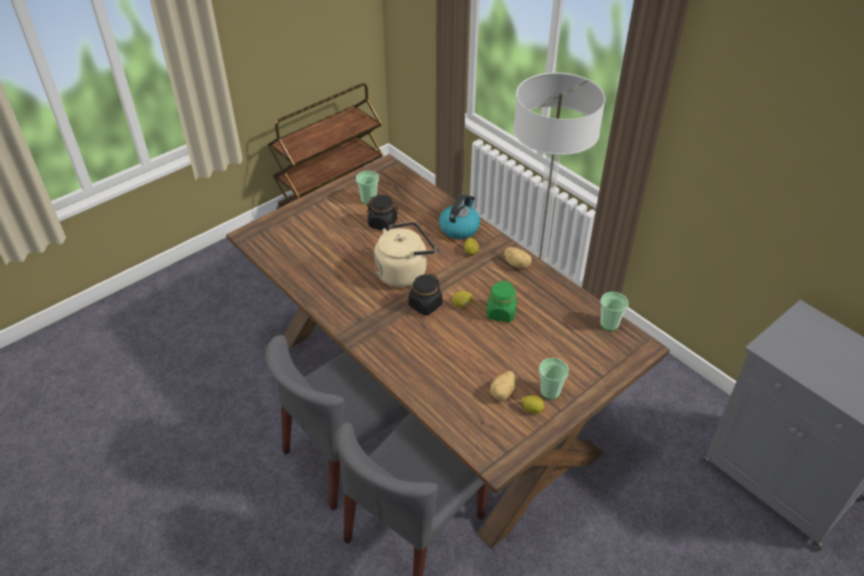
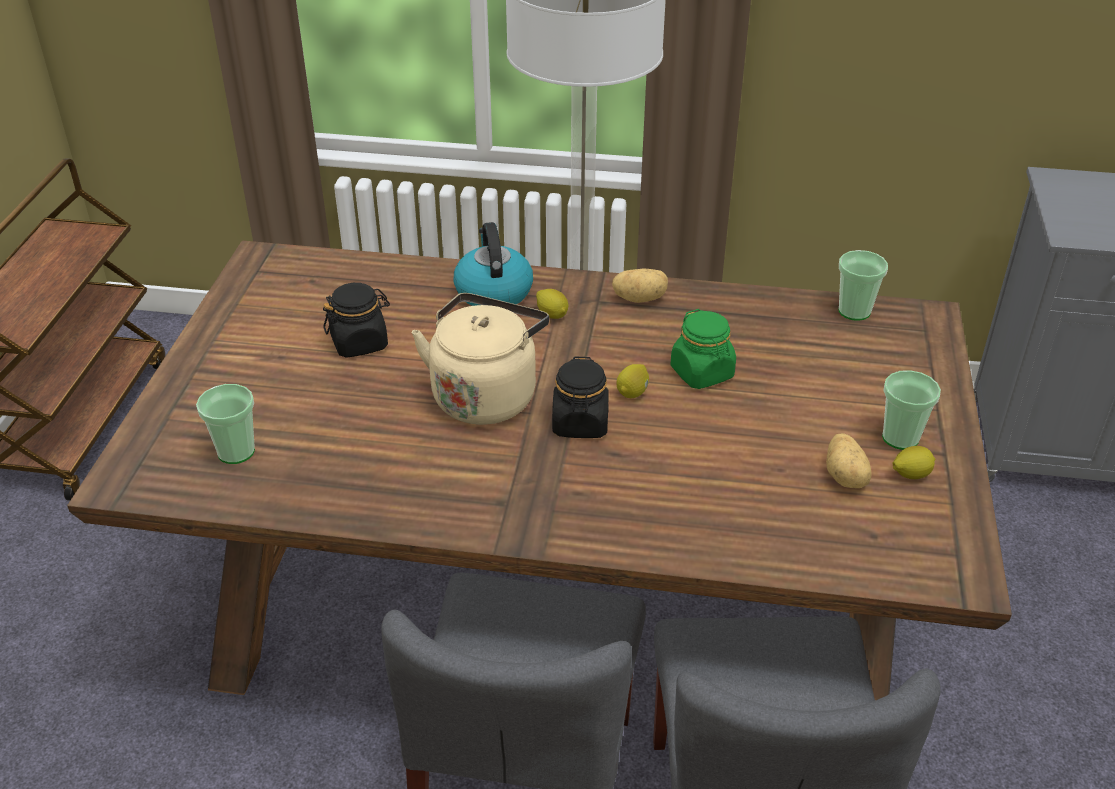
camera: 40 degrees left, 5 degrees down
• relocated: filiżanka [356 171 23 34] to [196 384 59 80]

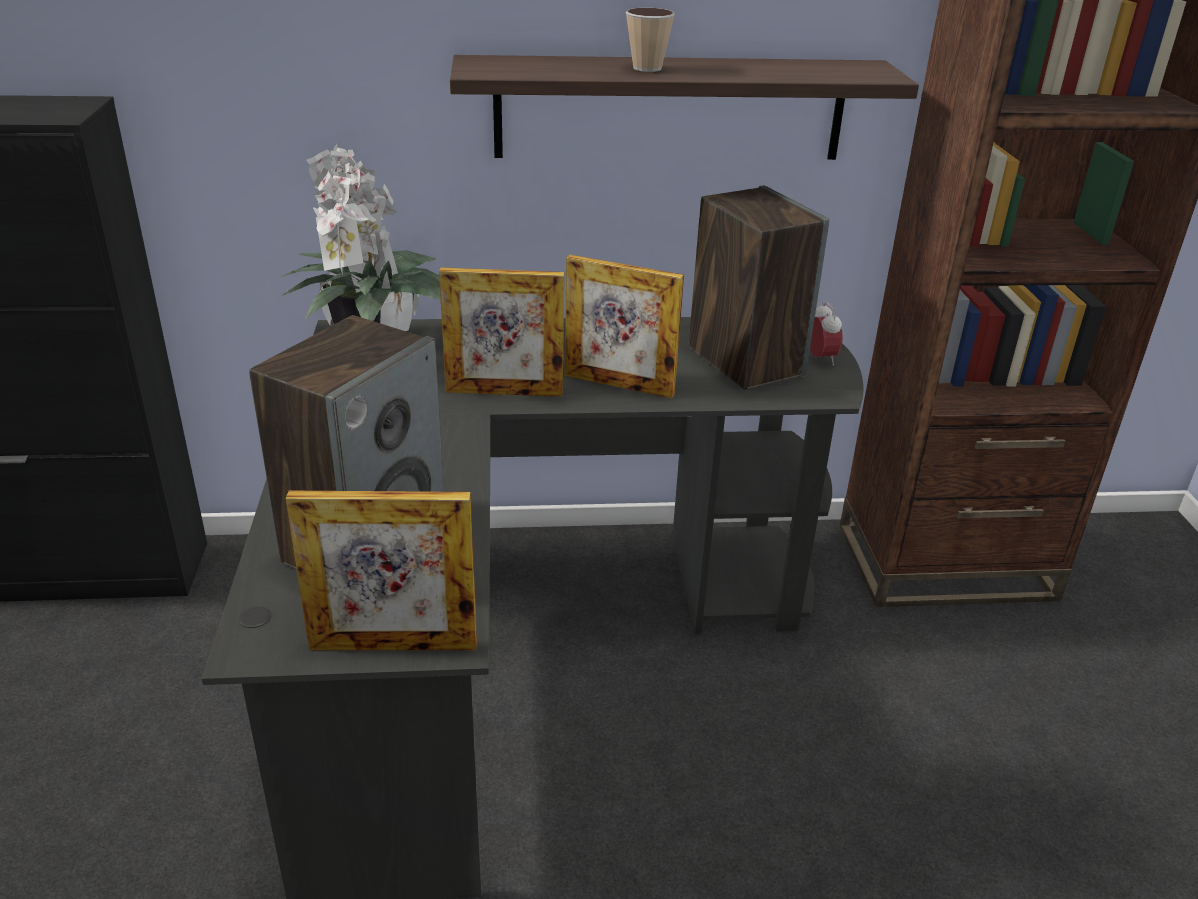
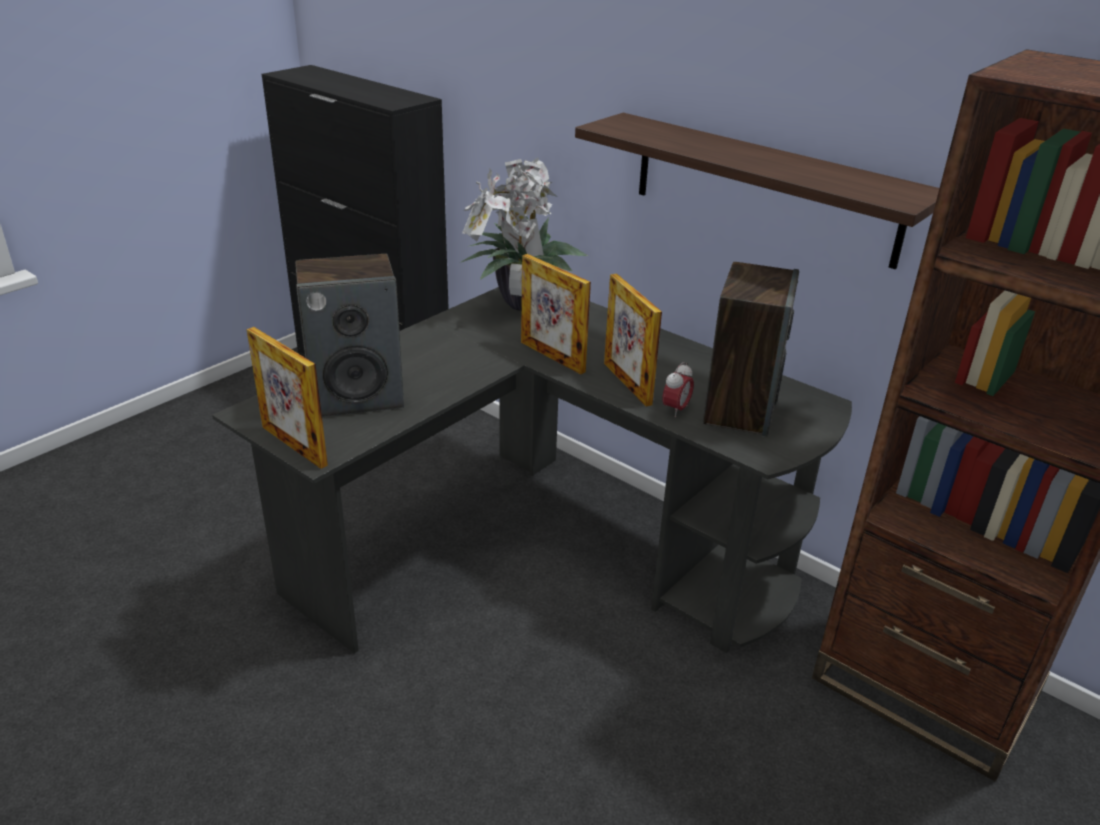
camera: 45 degrees right, 0 degrees up
• missing: filiżanka [626 8 49 64]
• relocated: budzik [810 302 33 64] to [663 362 31 55]

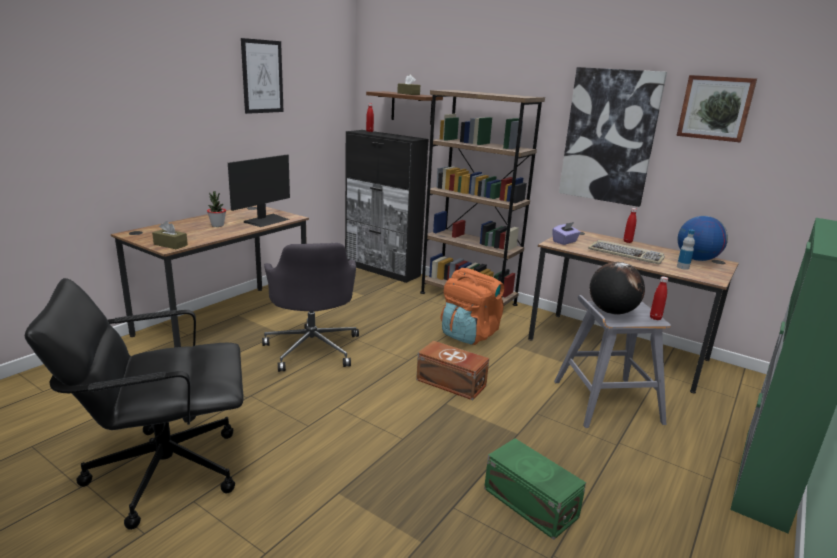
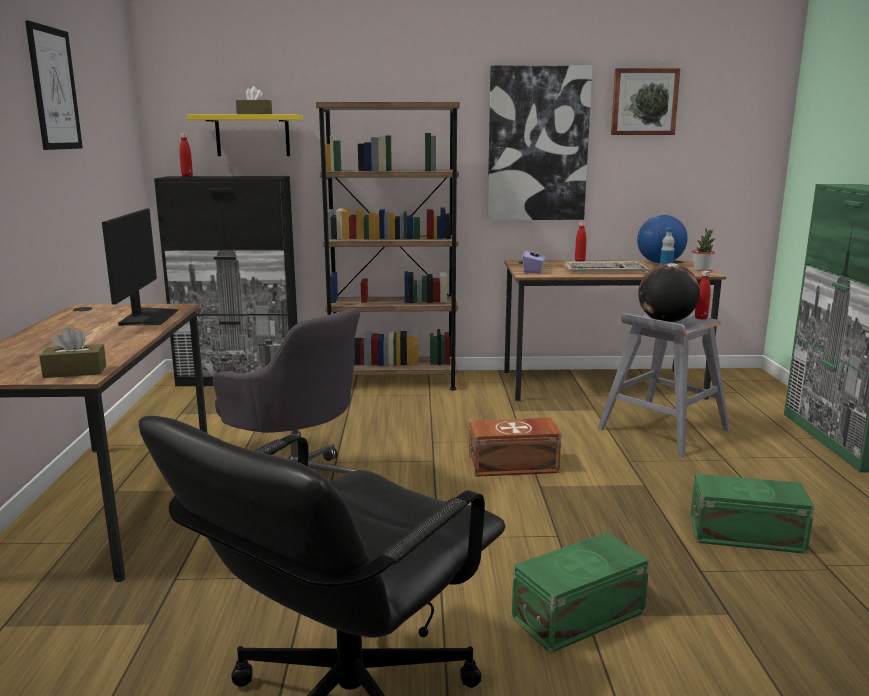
camera: 35 degrees left, 5 degrees down
• colour: półka/brązowy [366 91 77 34] to półka/żółty [187 114 116 42]
• relocated: roślina doniczkowa [207 191 19 36] to [692 228 23 43]
• missing: plecak/pomarańczowy [441 268 63 77]
• appeared: pojemnik do przechowywania/zielony [512 532 138 122]

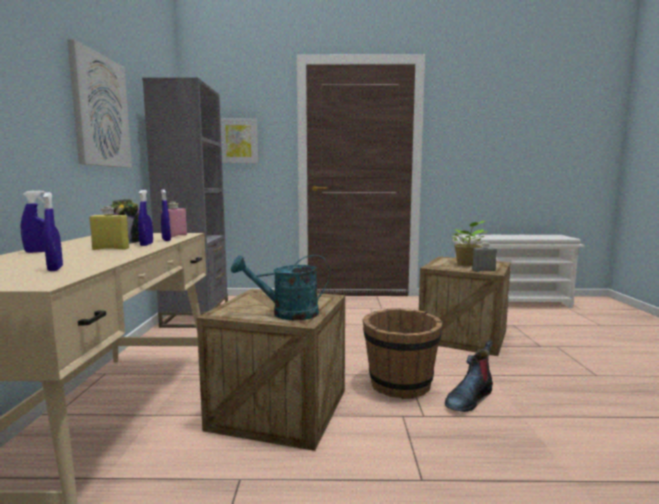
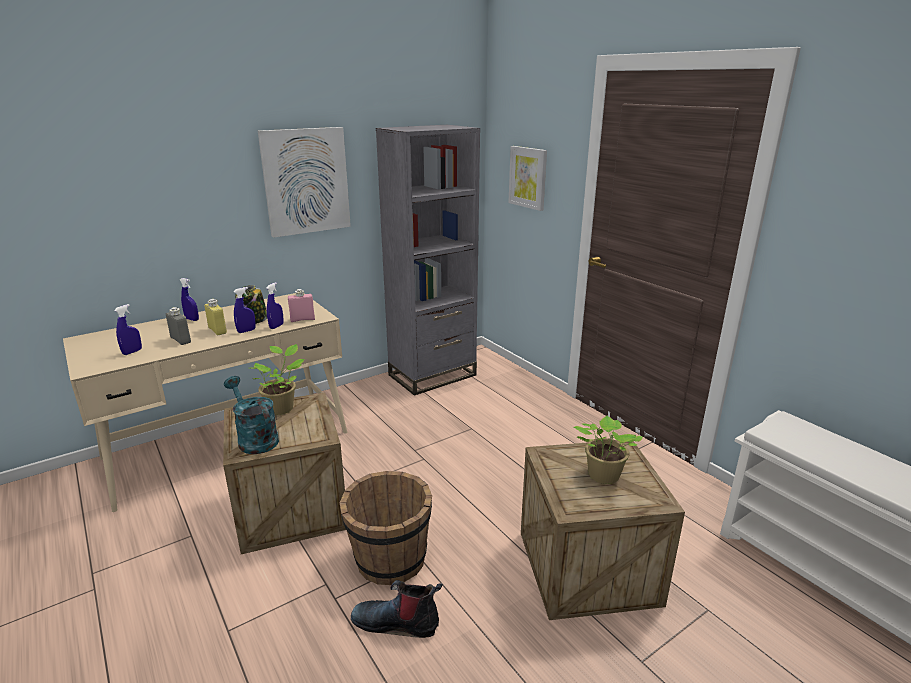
camera: 55 degrees right, 15 degrees up
• relocated: butelka/szary [472 242 25 30] to [166 307 25 38]
• appeared: roślina doniczkowa [251 344 54 71]

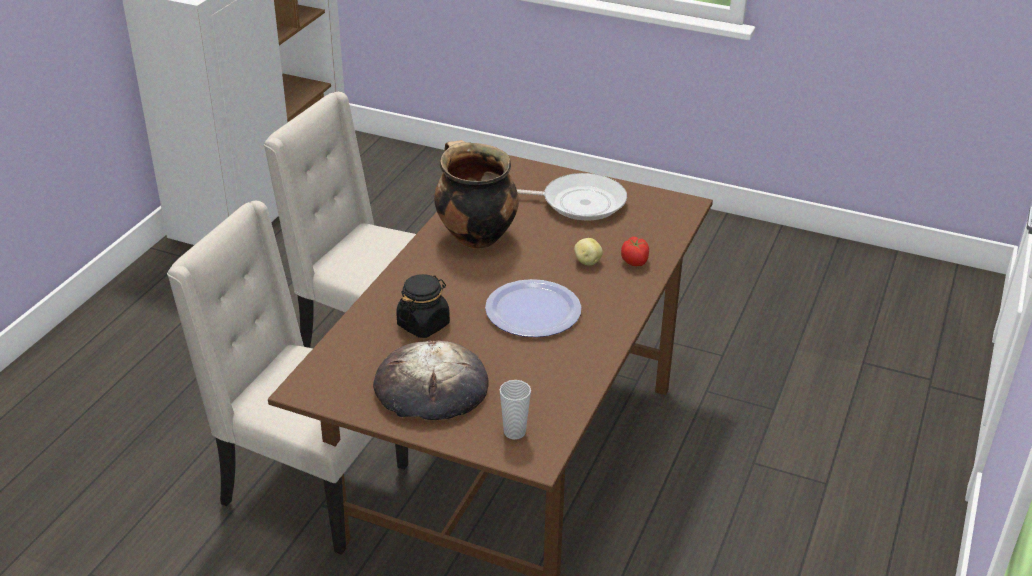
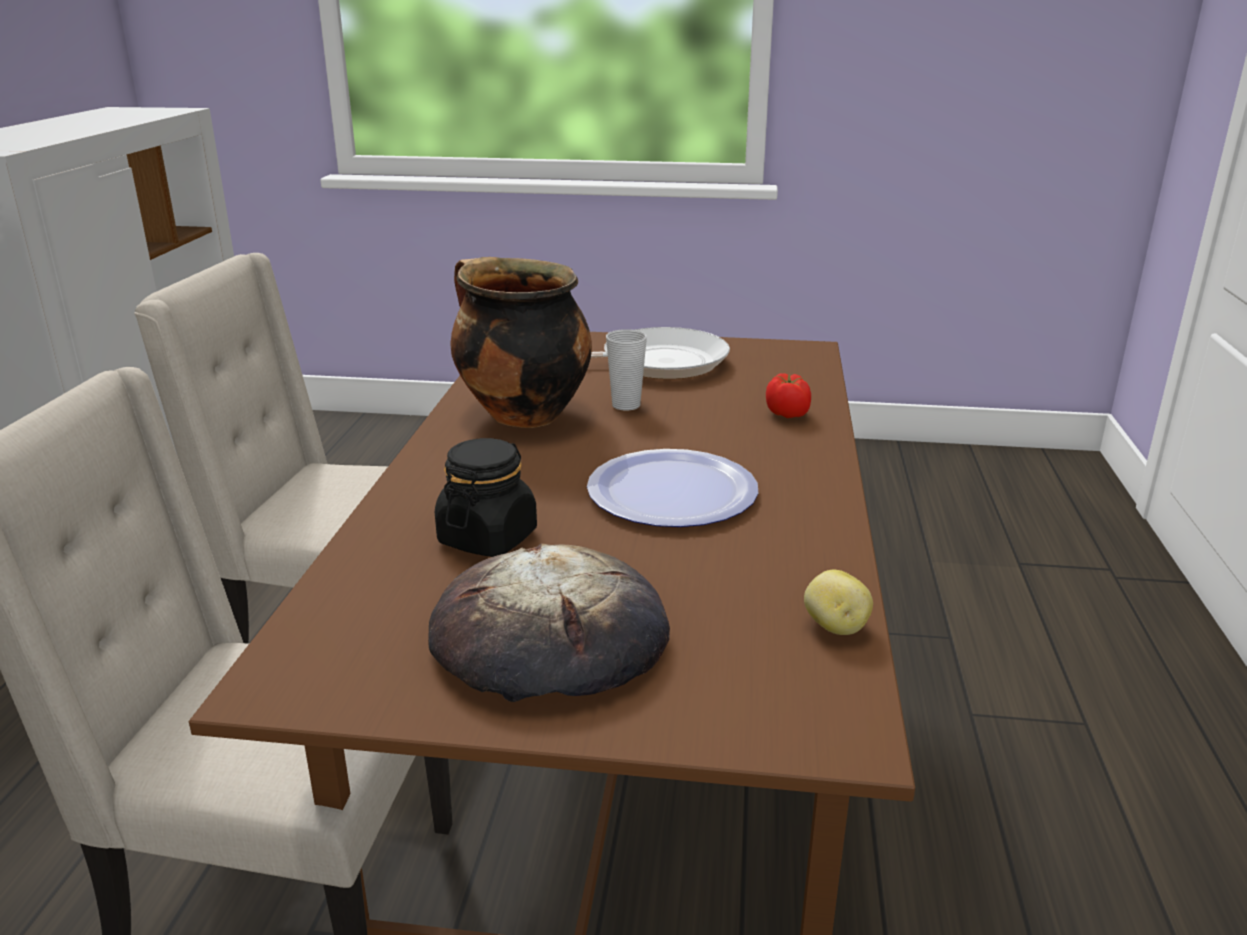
camera: 15 degrees left, 10 degrees down
• relocated: ziemniak [574 238 29 27] to [804 570 69 65]
• relocated: filiżanka [500 380 31 60] to [606 329 41 81]

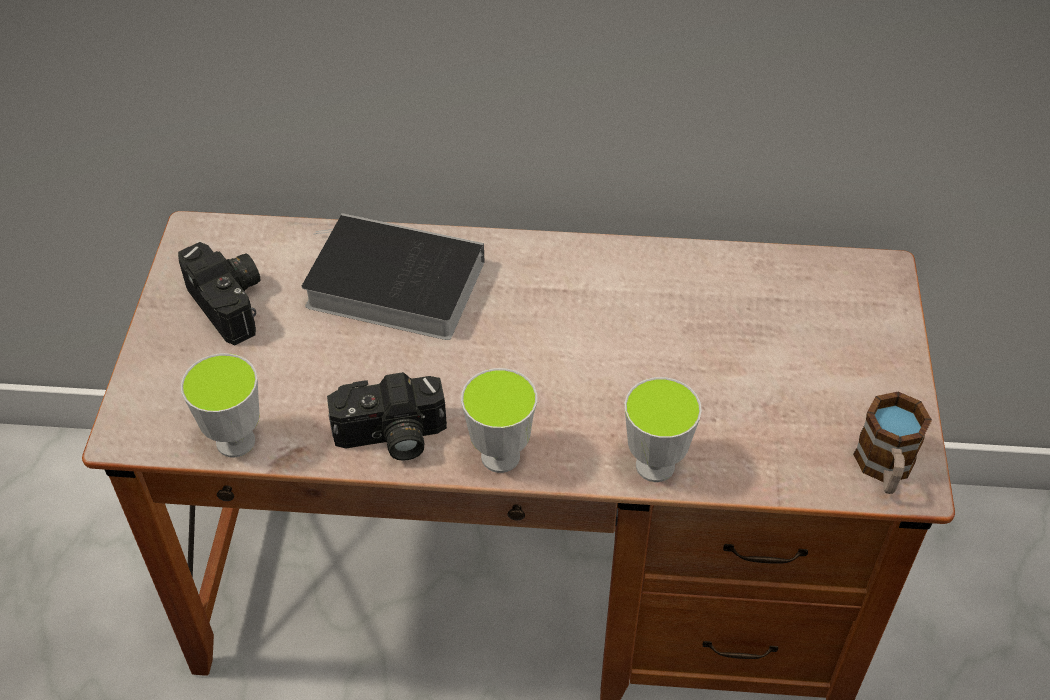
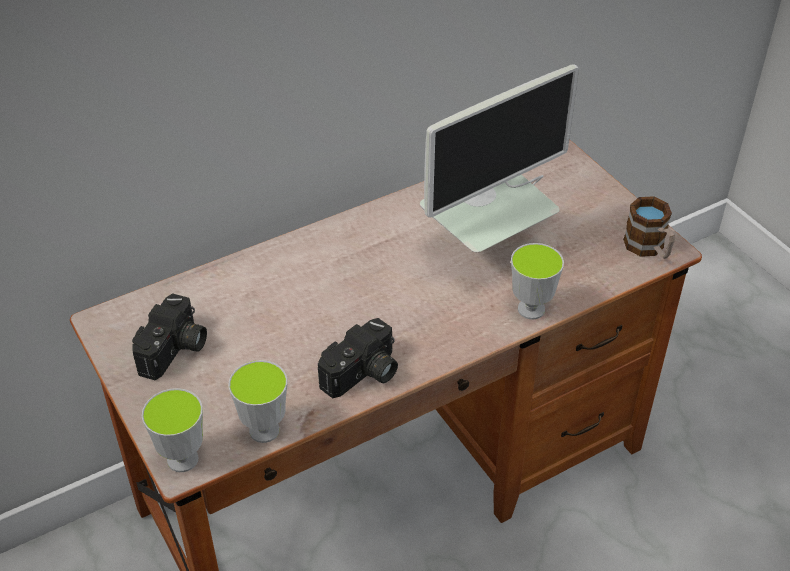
camera: 35 degrees left, 5 degrees down
• missing: książka [302 213 183 127]
• spun: aparat fotograficzny [178 242 83 103] = [132 293 75 87] 90 degrees clockwise
• relocated: filiżanka [461 368 76 105] to [142 388 61 84]
• appeared: monitor [420 64 159 188]

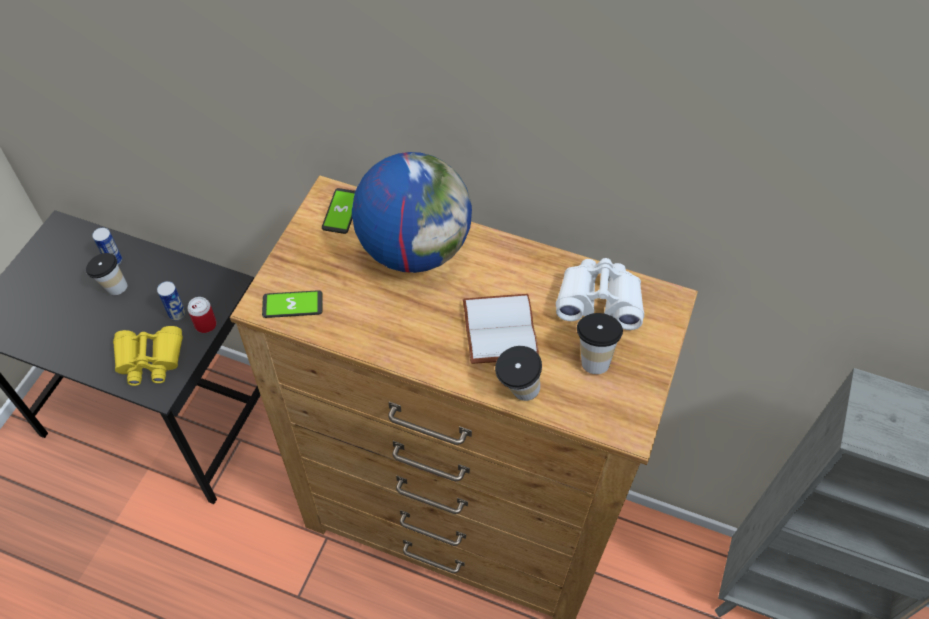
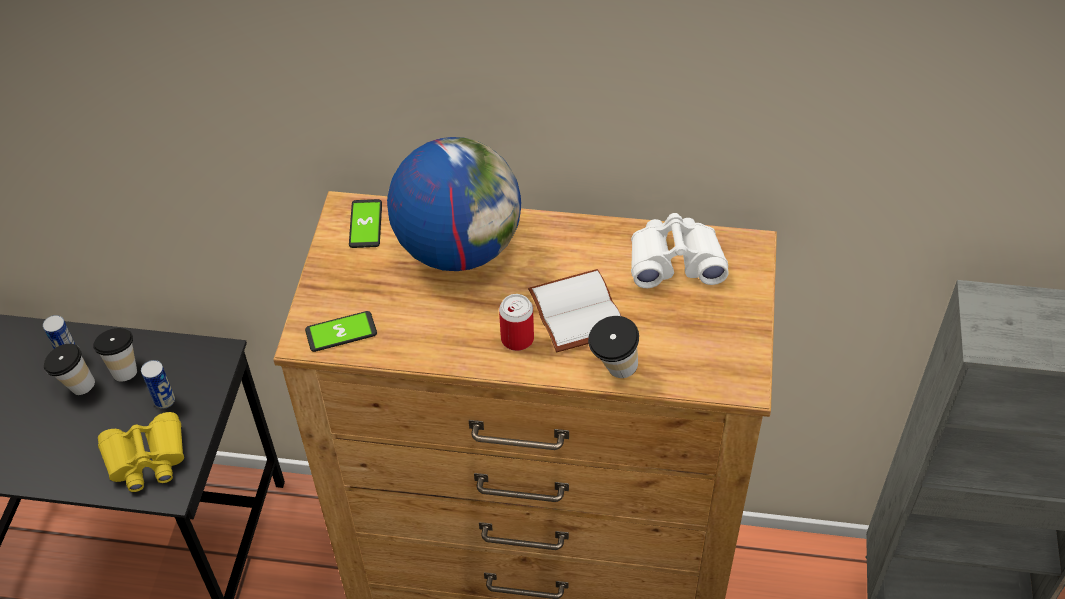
camera: 10 degrees left, 5 degrees down
• relocated: puszka [188 297 29 36] to [499 294 35 57]
• relocated: filiżanka [577 313 46 61] to [93 328 44 54]

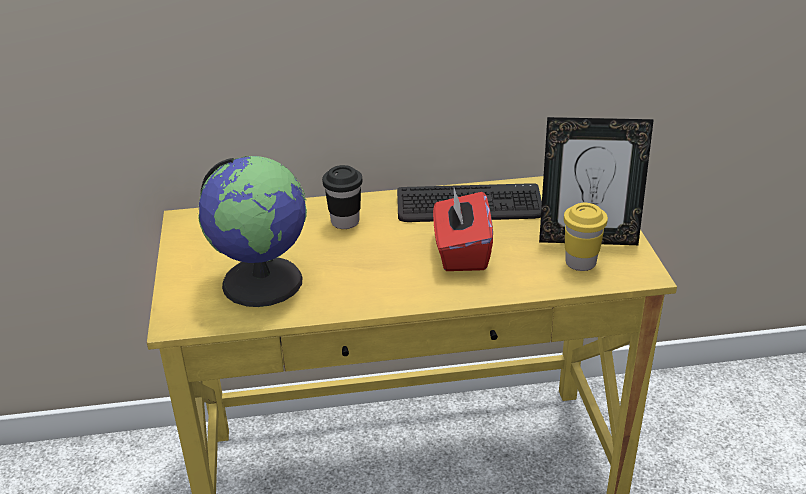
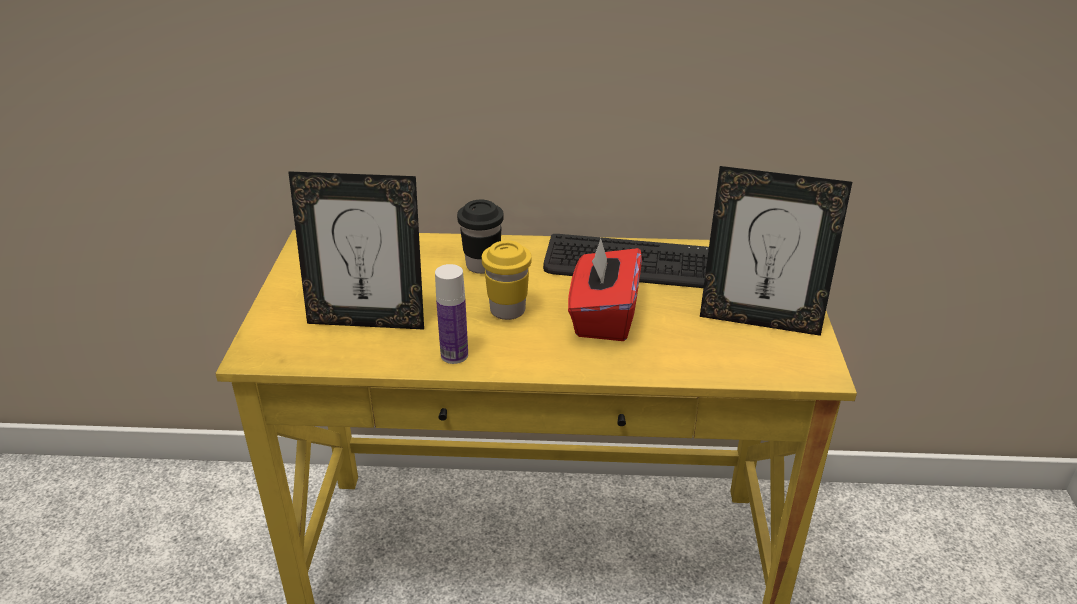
camera: 10 degrees right, 0 degrees up
• exchanged: globus [198 156 109 151] to ramka na zdjęcie [288 171 136 159]
• relocated: filiżanka/żółty [564 203 44 68] to [482 240 50 80]
• appeared: butelka [435 264 33 100]

